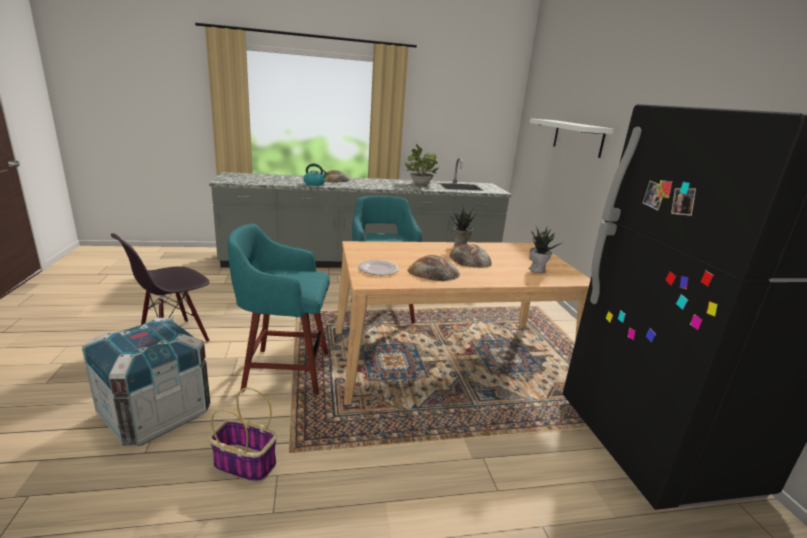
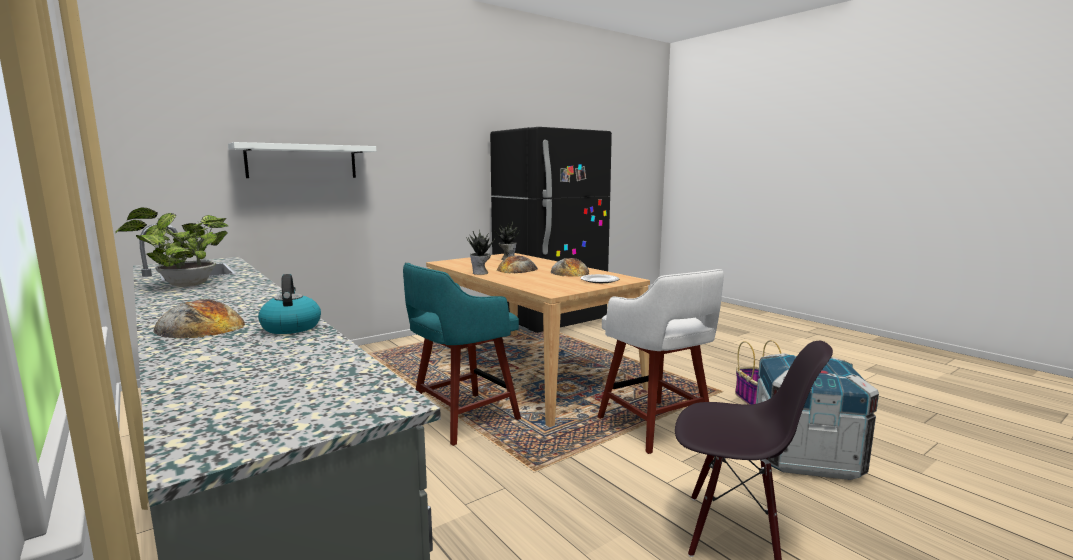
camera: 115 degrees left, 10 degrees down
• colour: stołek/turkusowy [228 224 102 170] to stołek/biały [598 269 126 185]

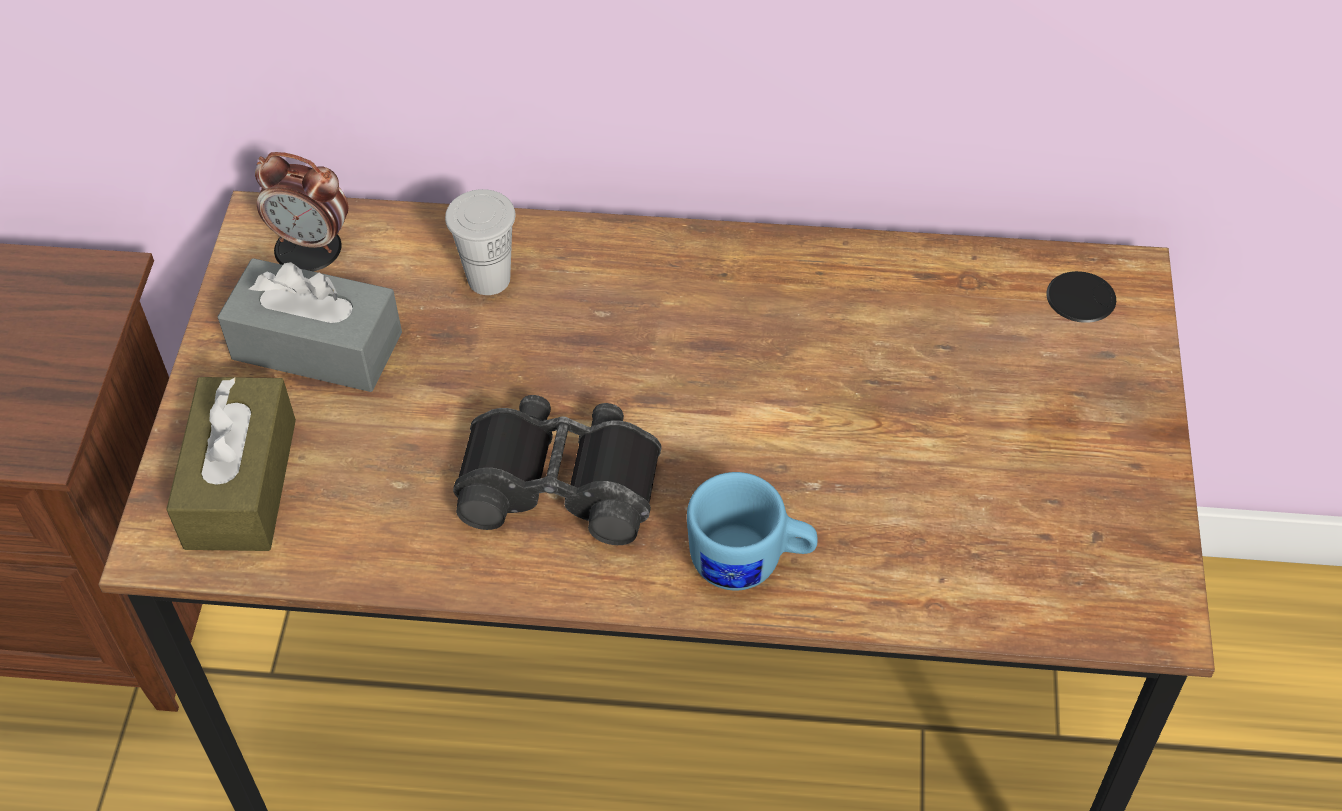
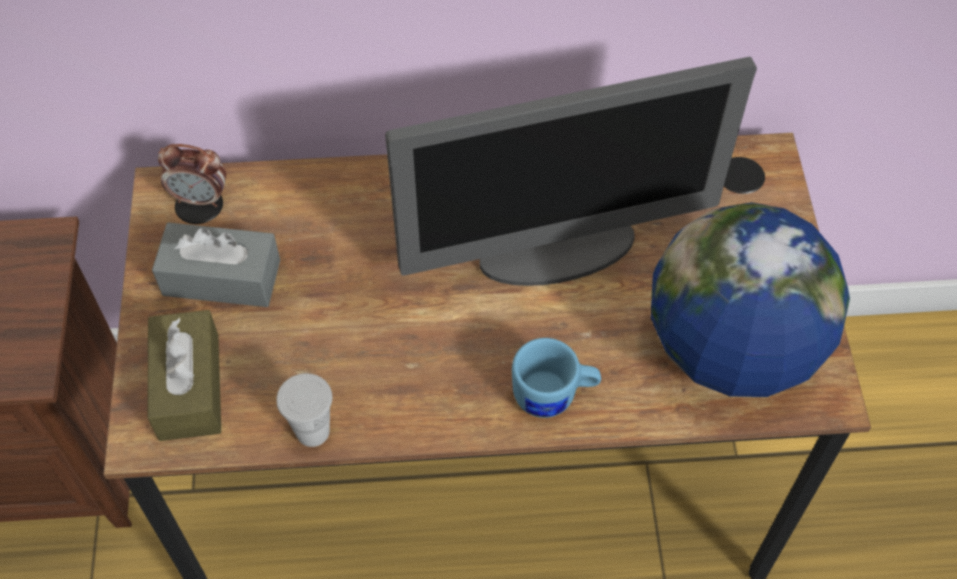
camera: 10 degrees left, 5 degrees up
• relocated: filiżanka/biały [445 189 70 106] to [276 373 56 74]
• missing: lornetka/czarny [453 395 209 150]
• appeared: monitor [385 57 372 229]
• appeared: globus [651 202 199 195]

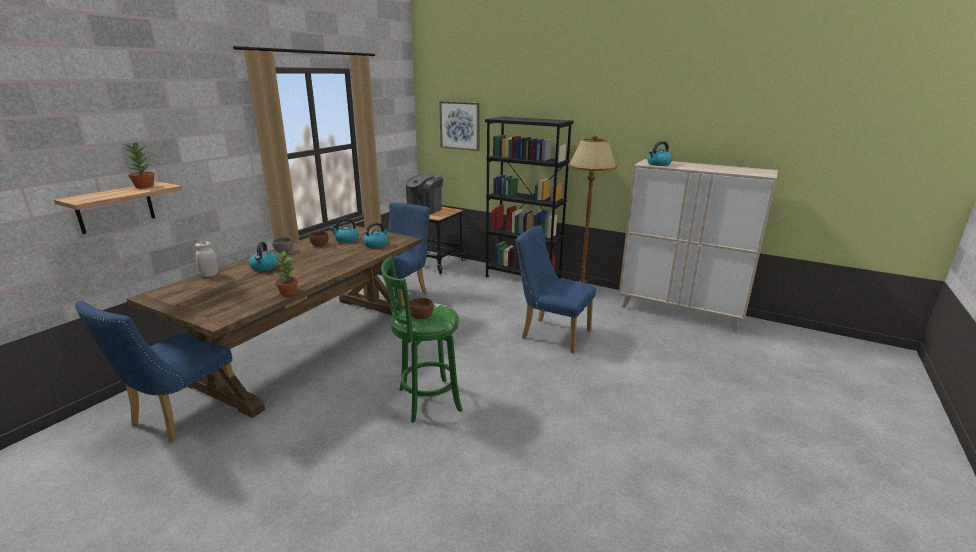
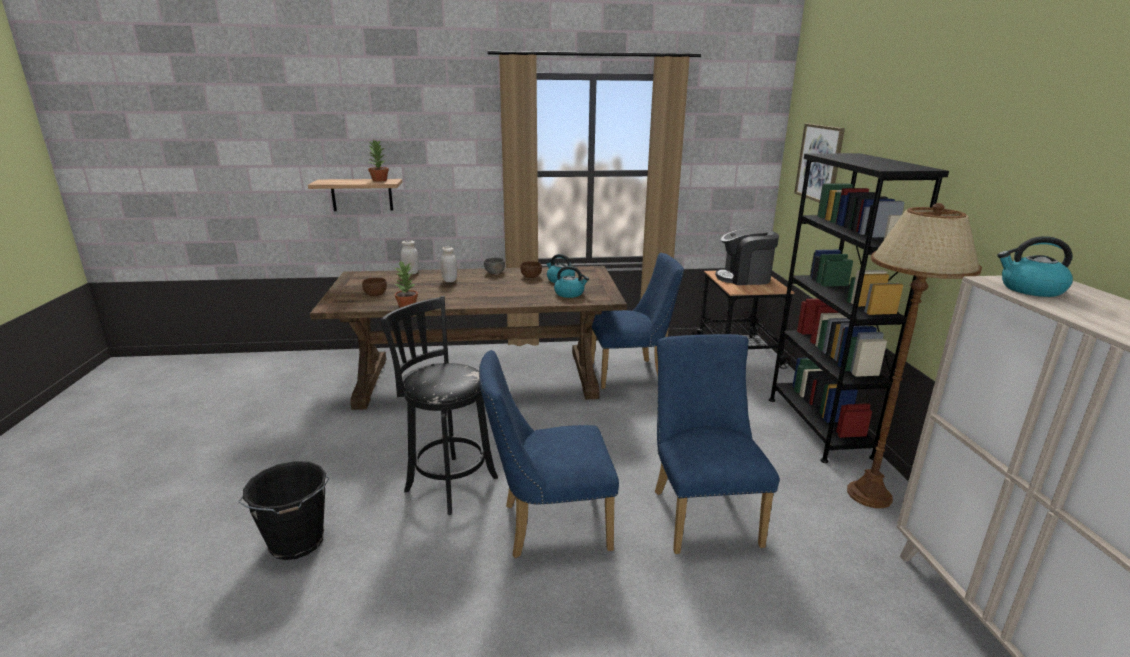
camera: 55 degrees right, 0 degrees up
• exchanged: czajnik [249 242 29 29] to słoik/biały [440 247 17 35]
• colour: stołek/zielony [381 256 81 167] to stołek/czarny [381 296 117 219]
• relocated: miska/brązowy [409 298 25 21] to [362 278 25 18]
• relocated: krzesło/niebieski [75 301 159 141] to [479 350 140 208]
• appeared: wiadro/czarny [238 461 92 99]

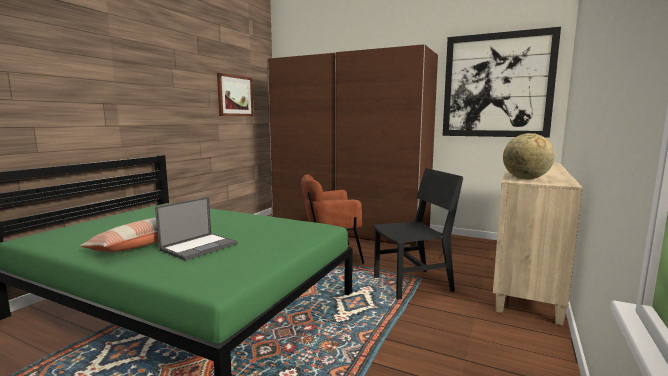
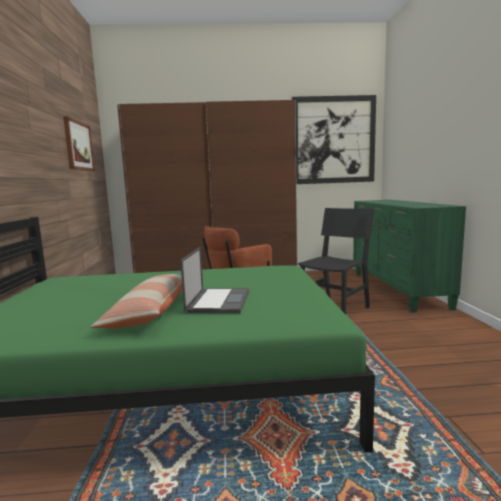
camera: 30 degrees left, 0 degrees up
• missing: globus [503 133 52 46]
• colour: komoda/beżowy [493 163 90 163] to komoda/zielony [353 200 113 113]

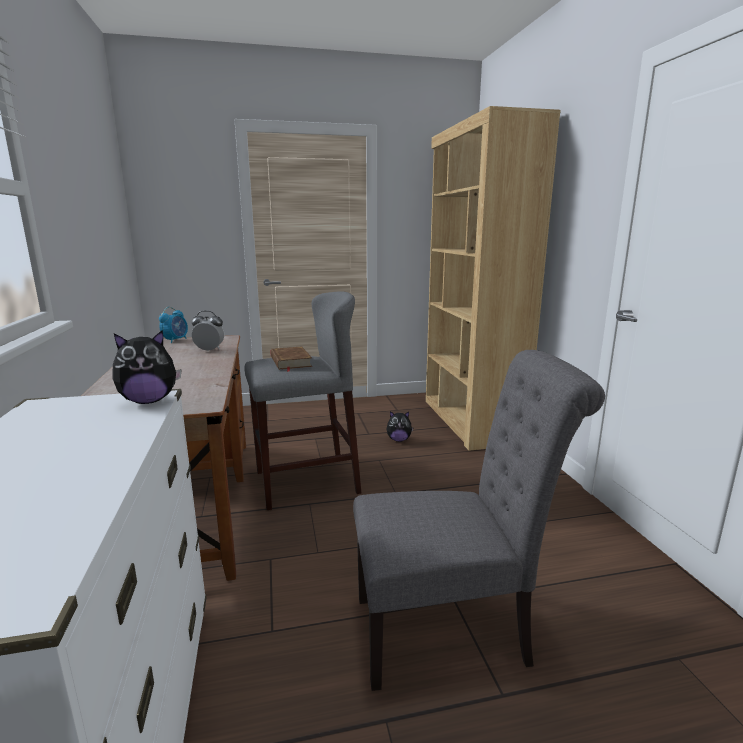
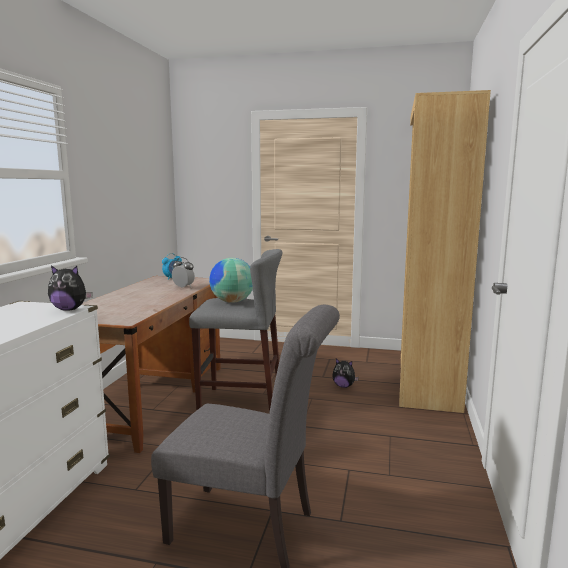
camera: 25 degrees right, 5 degrees down
• exchanged: książka/brązowy [271 347 41 25] to globus [209 258 44 45]

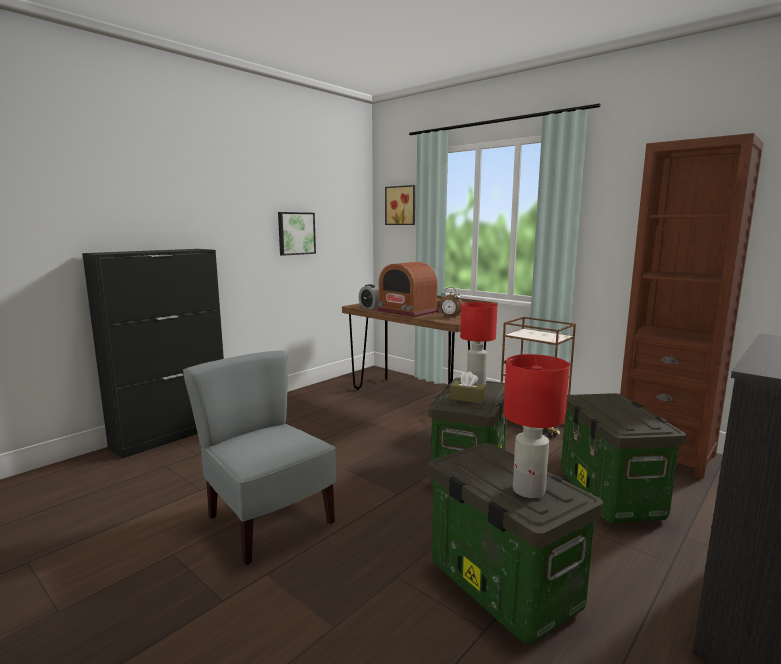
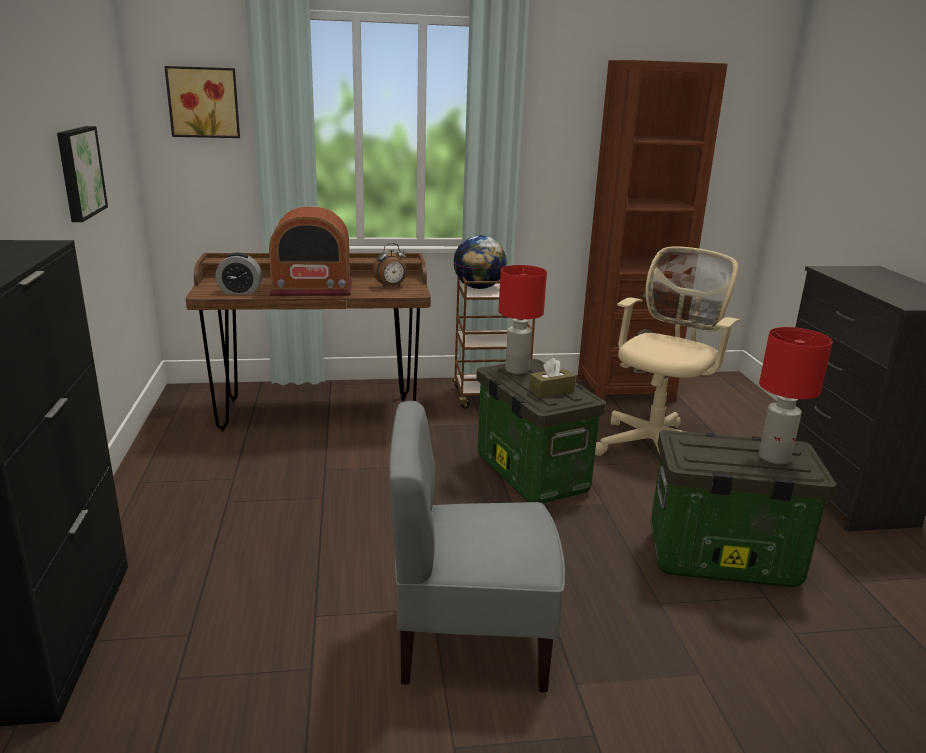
camera: 50 degrees left, 10 degrees up
• exchanged: pojemnik do przechowywania [561 393 125 130] to krzesło biurowe/beżowy [595 246 145 210]
• appeared: globus [453 235 54 54]

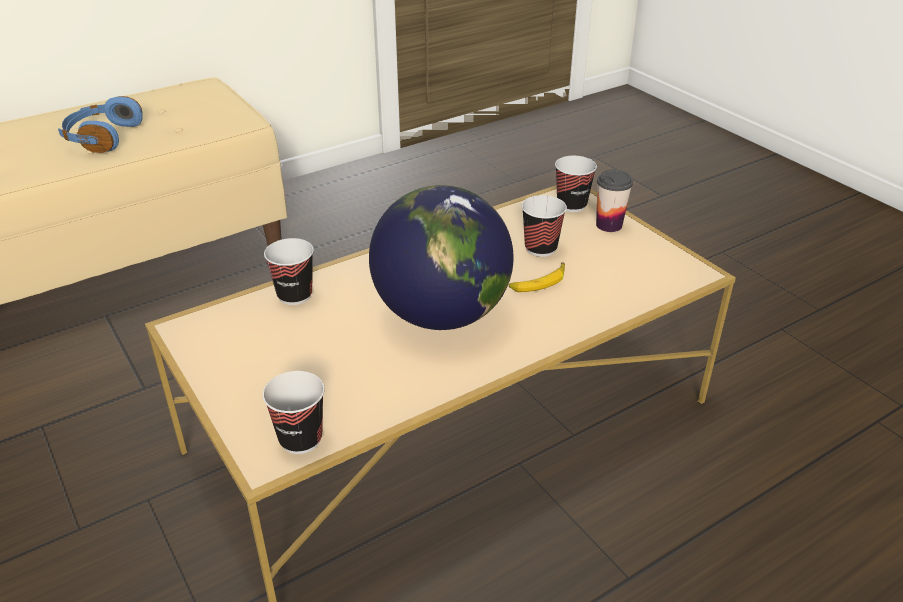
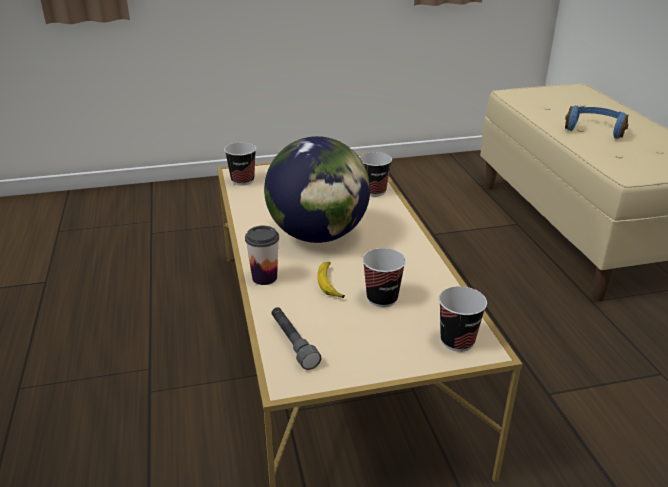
camera: 110 degrees right, 5 degrees down
• relocated: filiżanka [596 169 37 63] to [245 226 34 59]
• appeared: latarka/szary [271 307 50 63]

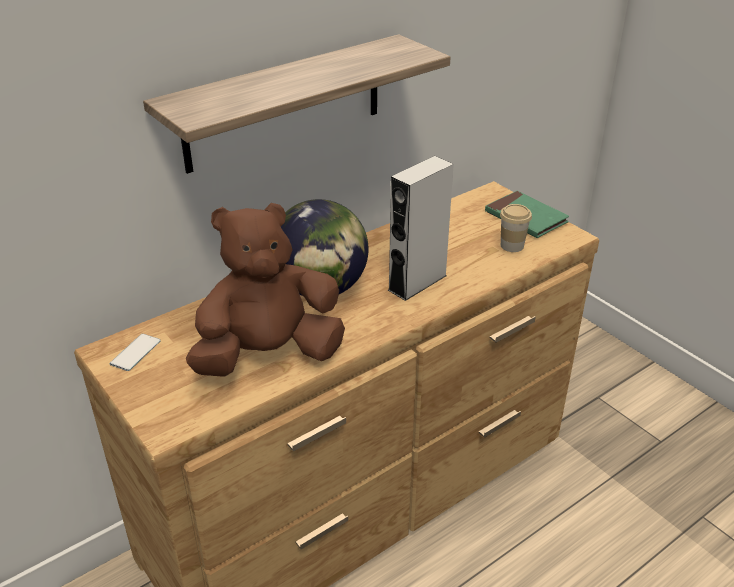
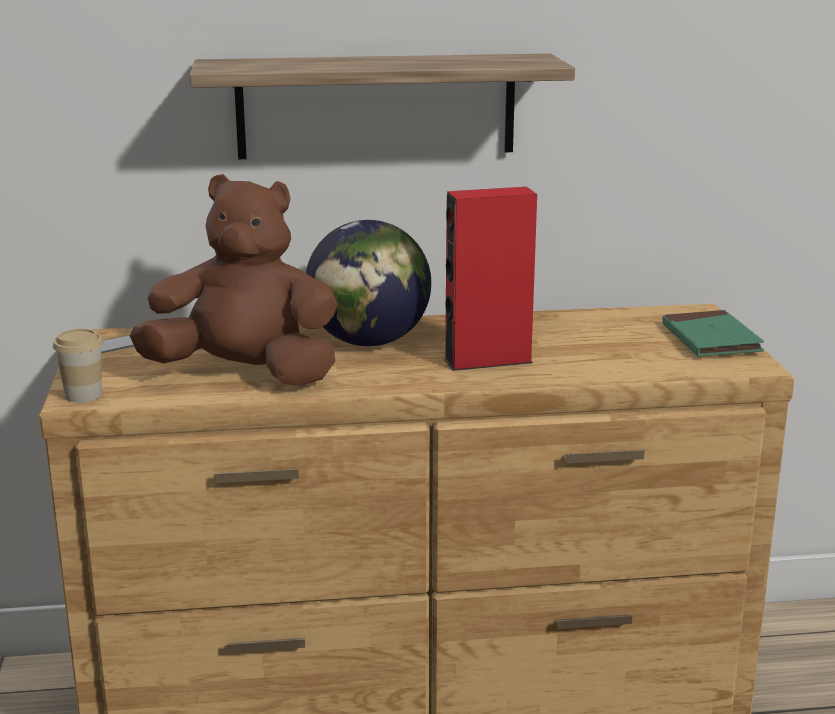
camera: 30 degrees right, 15 degrees down
• colour: głośnik/szary [388 156 66 145] to głośnik/czerwony [444 187 93 184]
• relocated: filiżanka [500 204 32 48] to [53 329 50 73]

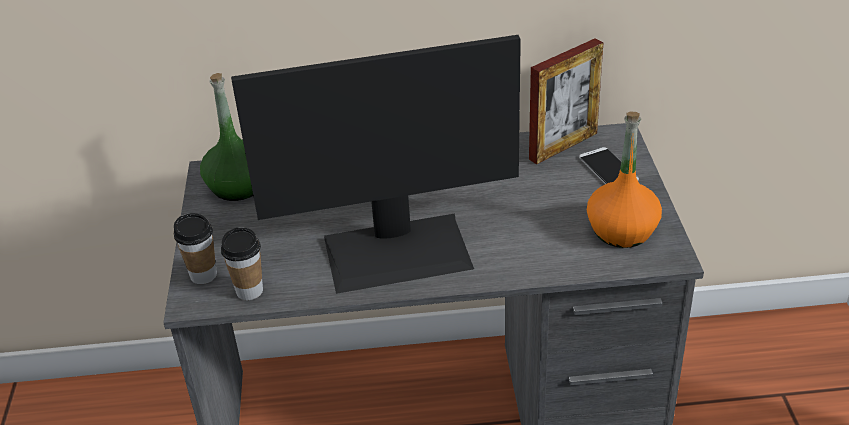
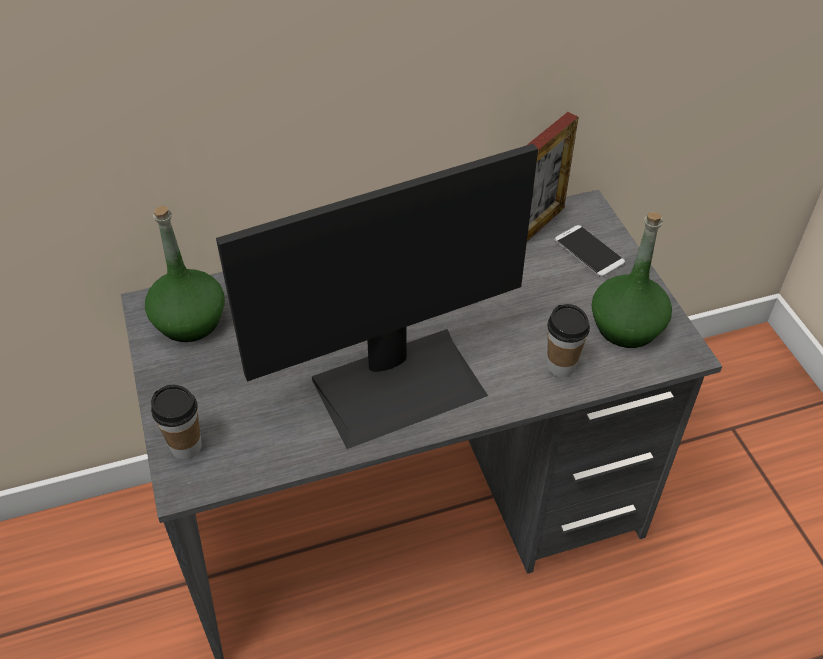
camera: 15 degrees left, 10 degrees up
• colour: butelka/pomarańczowy [587 111 75 137] to butelka/zielony [592 212 80 136]
• relocated: filiżanka [221 227 42 73] to [547 304 43 73]

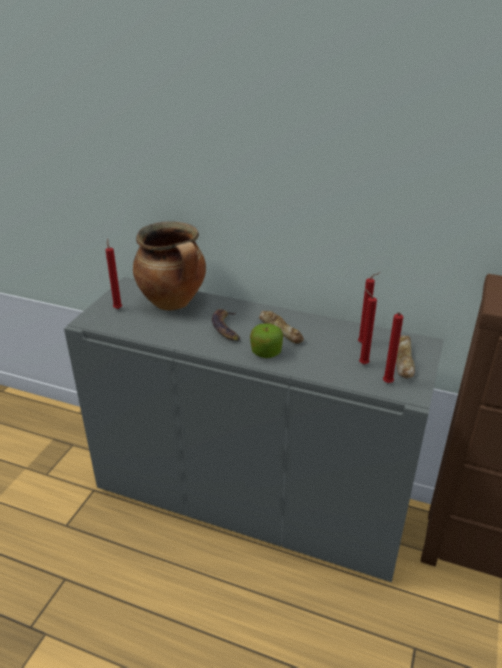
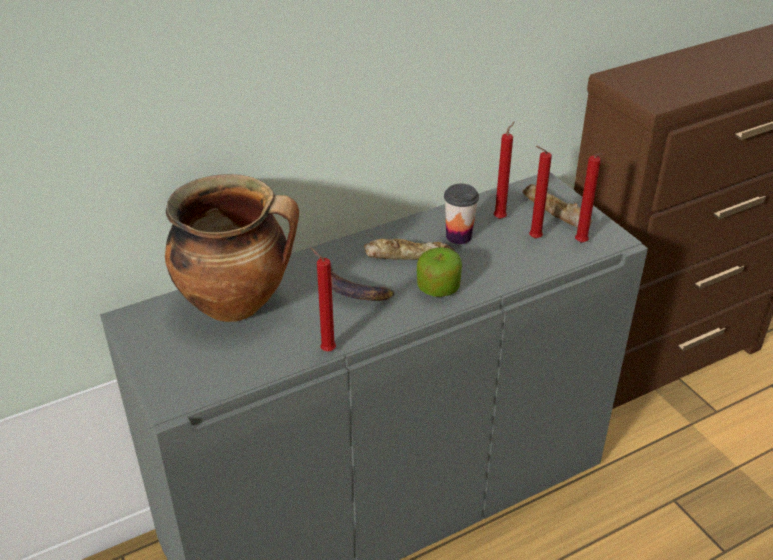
camera: 50 degrees left, 5 degrees up
• relocated: świeca/czerwony [106 239 16 70] to [310 247 26 104]
• appeared: filiżanka [444 184 35 60]

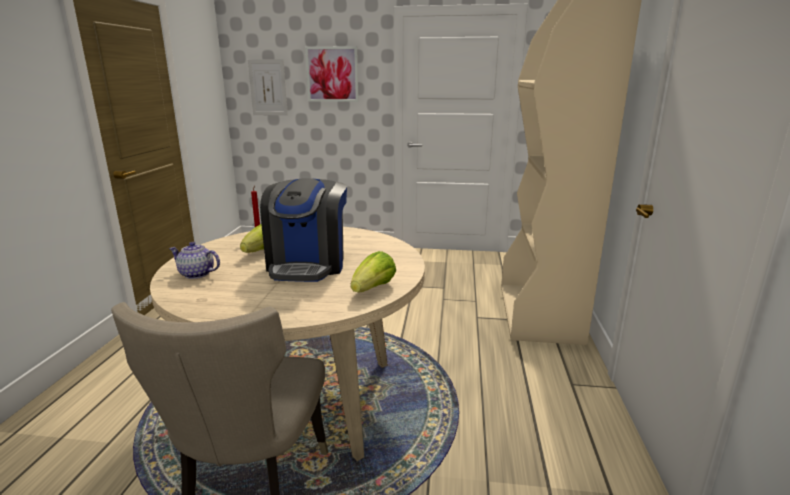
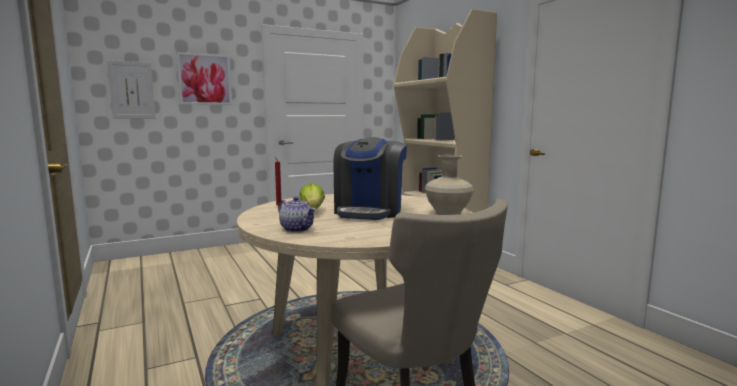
camera: 35 degrees left, 10 degrees down
• spun: ekspres do kawy [260 178 87 104] = [333 137 74 83] 45 degrees clockwise
• spun: imbryk [169 242 51 37] = [278 196 38 36] 120 degrees counterclockwise
• exchanged: sałata [351 251 45 42] to wazon/beżowy [425 155 49 60]

